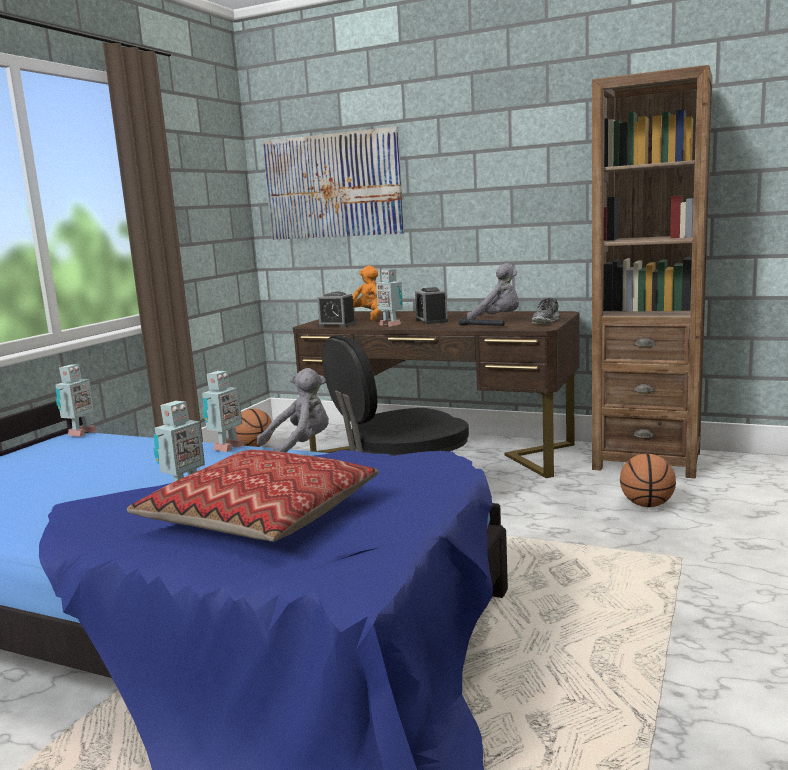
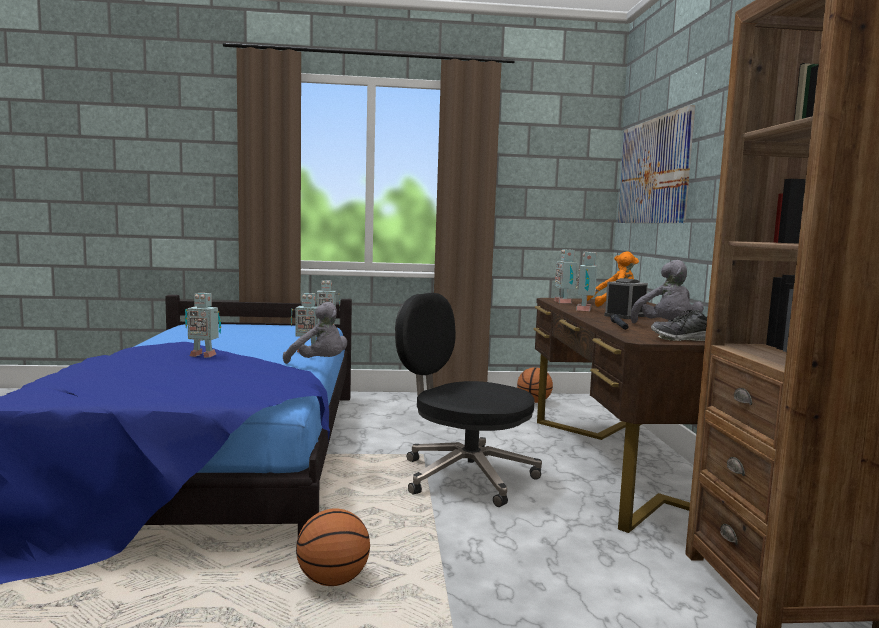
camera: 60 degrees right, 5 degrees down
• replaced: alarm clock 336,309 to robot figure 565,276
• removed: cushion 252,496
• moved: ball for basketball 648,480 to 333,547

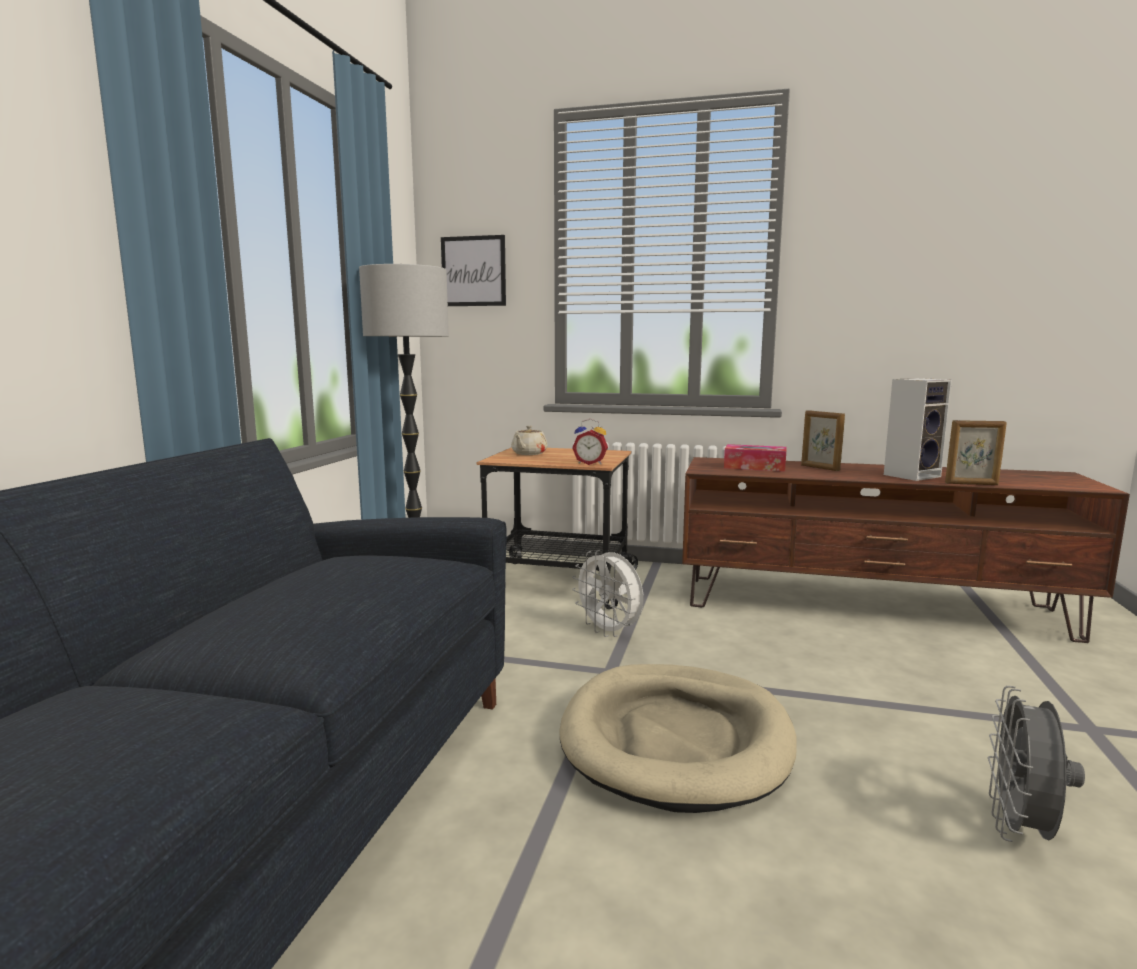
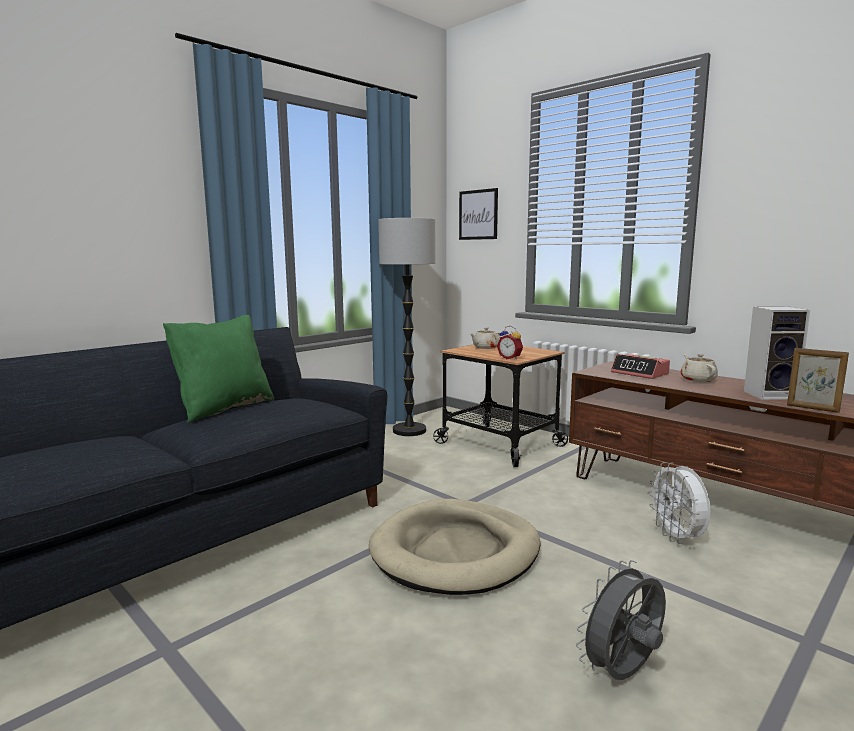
camera: 30 degrees right, 0 degrees up
• replaced: photo frame 823,440 to pot for tea (beige) 699,368
• replaced: tissue holder 755,458 to alarm clock 640,366
• moved: electric fan (whitish) 608,593 to 679,503
• added: cushion (green-coloured) 218,369

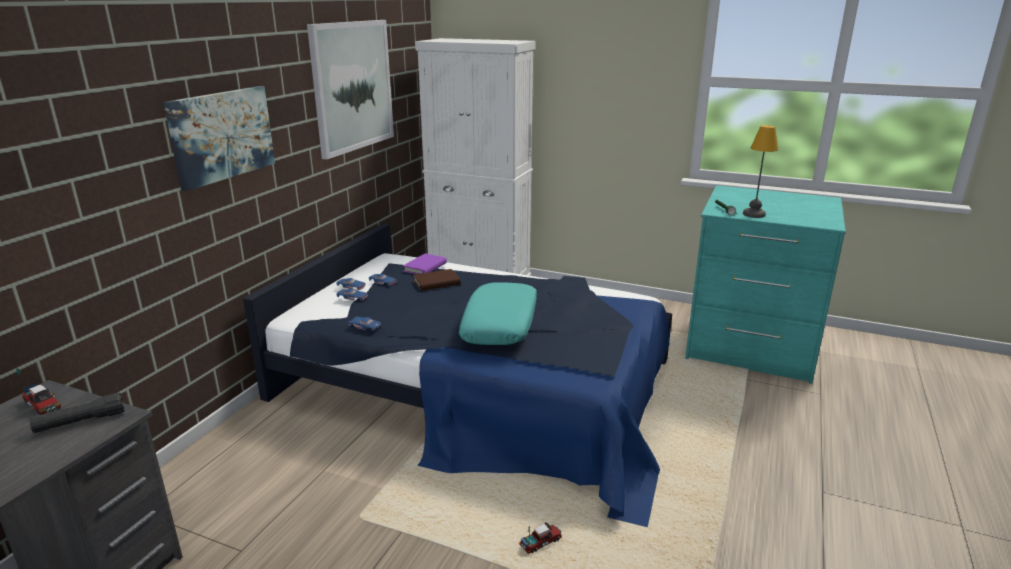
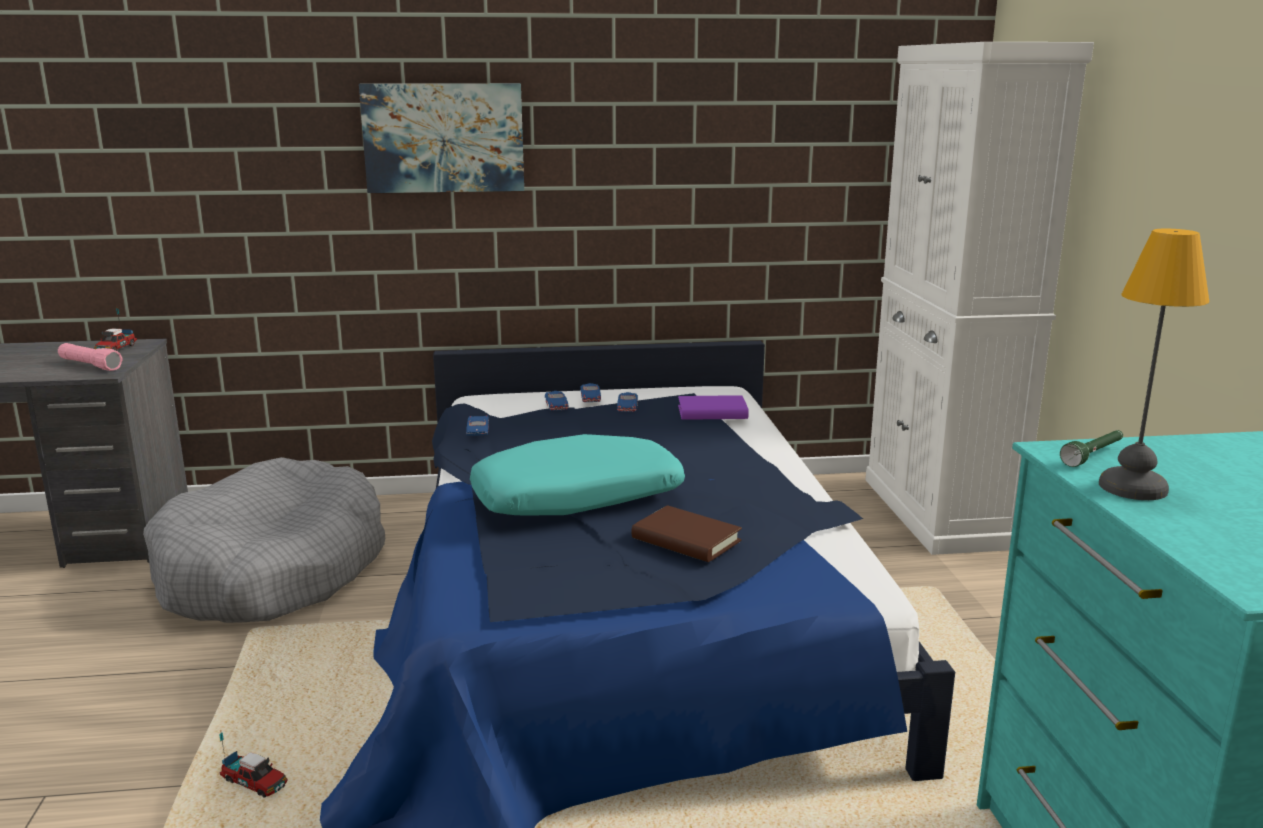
camera: 60 degrees right, 5 degrees down
• removed: wall picture 350,89
• moved: volume (brown-coloured) 437,280 to 686,533
• recoloured: torch (blackish) 77,413 to torch (pinkish) 90,357
• added: dog cushion (gray) 264,540

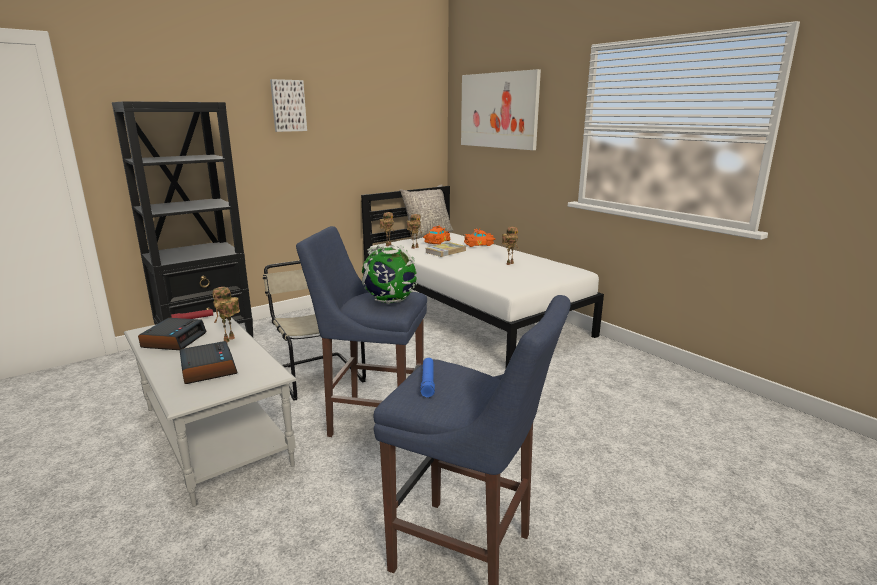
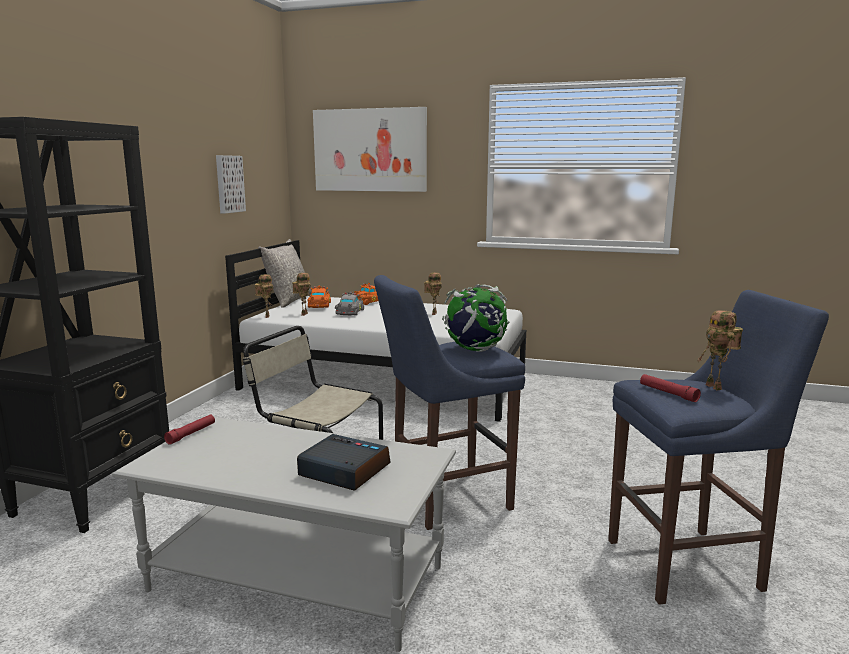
camera: 35 degrees left, 5 degrees down
• moved: wall picture 288,105 to 231,184
• replaced: volume 445,249 to model car (gray) 349,303
• moved: robot figure 226,314 to 720,350
• removed: alarm clock 172,334
• recoloured: torch (blue-coloured) 427,378 to torch (reddish) 670,388

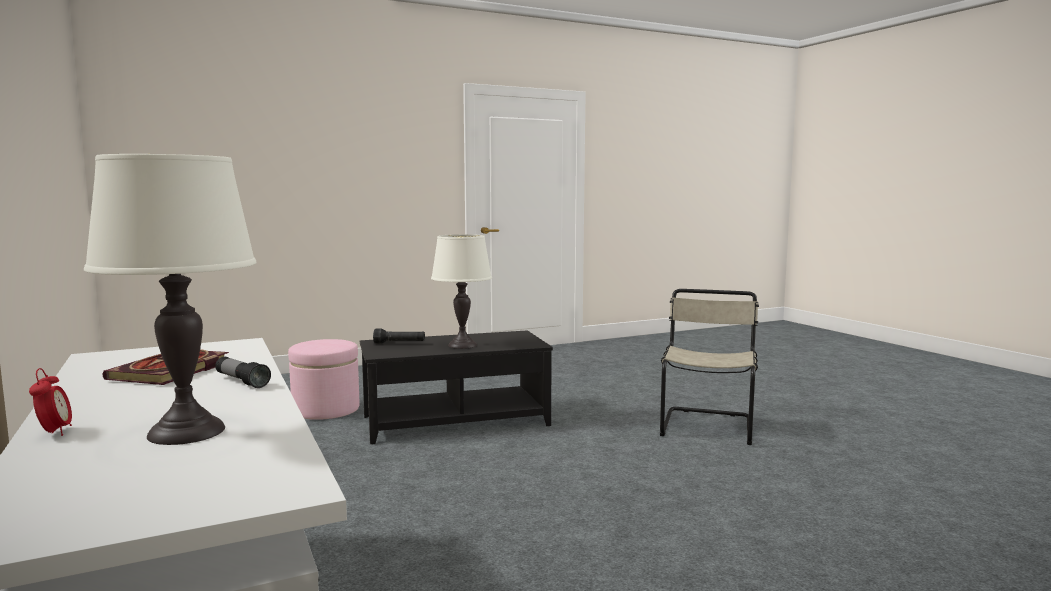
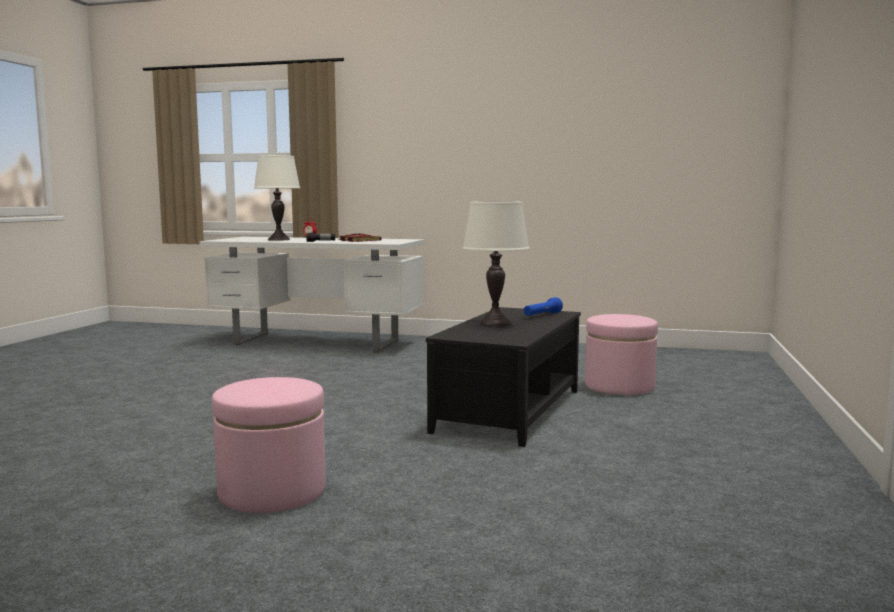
camera: 130 degrees right, 0 degrees up
• replaced: chair (beige) 709,367 to ottoman (pinkish) 269,445
• recoloured: torch (blackish) 399,336 to torch (blue-coloured) 543,306

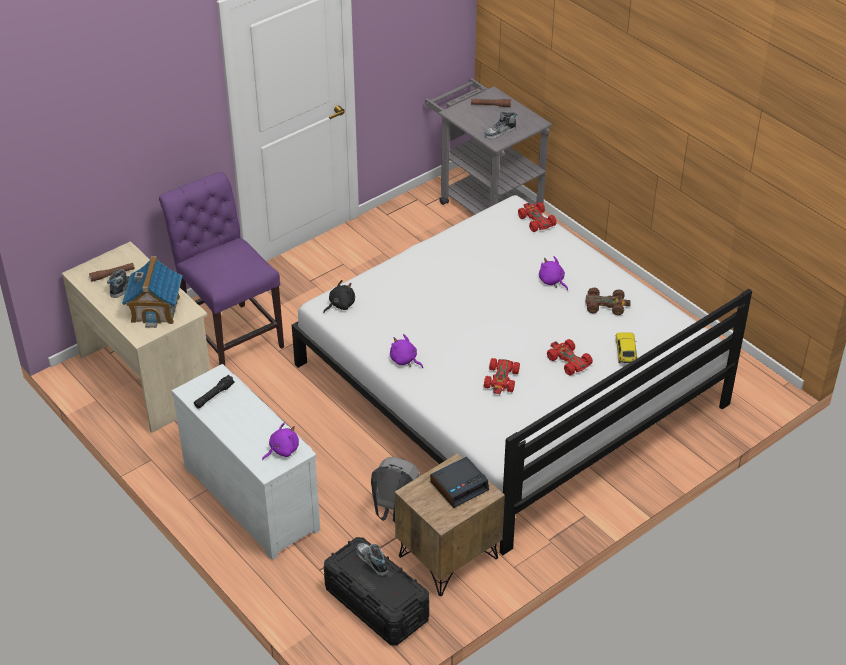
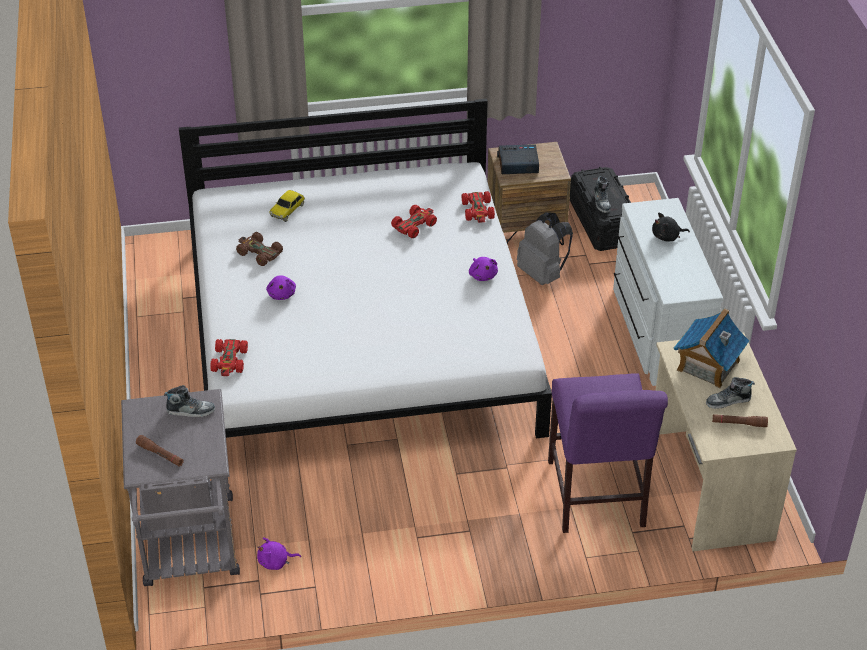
camera: 150 degrees left, 0 degrees up
• moved: cuddly toy (blackish) 339,296 to 671,227
• moved: model car (reddish) 570,357 to 478,207
• removed: torch (blackish) 214,392
• moved: cuddly toy (purplish) 280,441 to 279,553

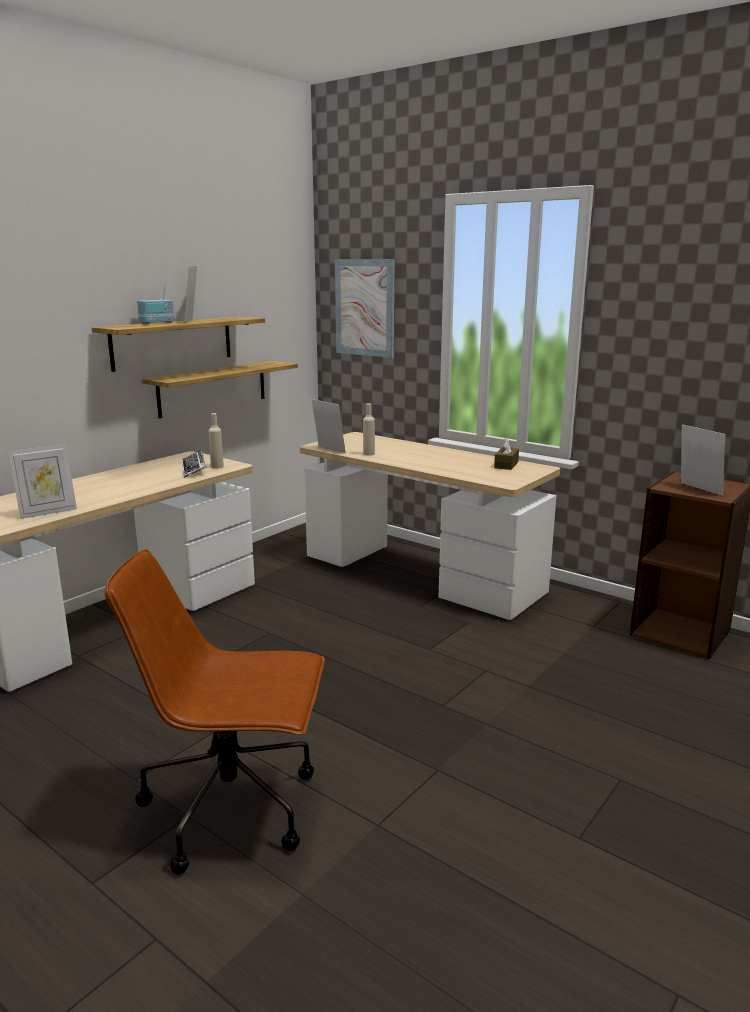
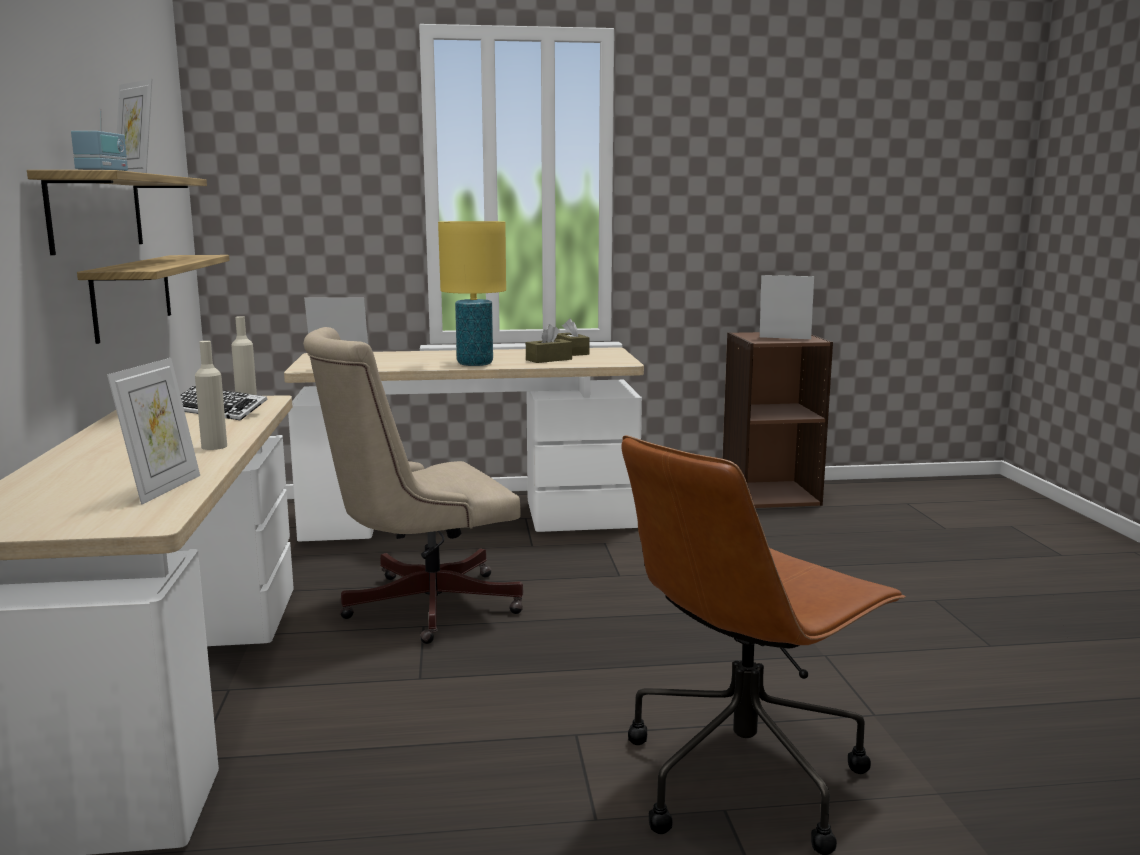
camera: 45 degrees left, 5 degrees down
• removed: wall picture 364,308
• moved: beverage bottle (beige) 369,429 to 211,395
• added: table lamp (yellow) 472,293
• added: tissue holder (brown-coloured) 549,343
• added: desk chair (beige) 413,485

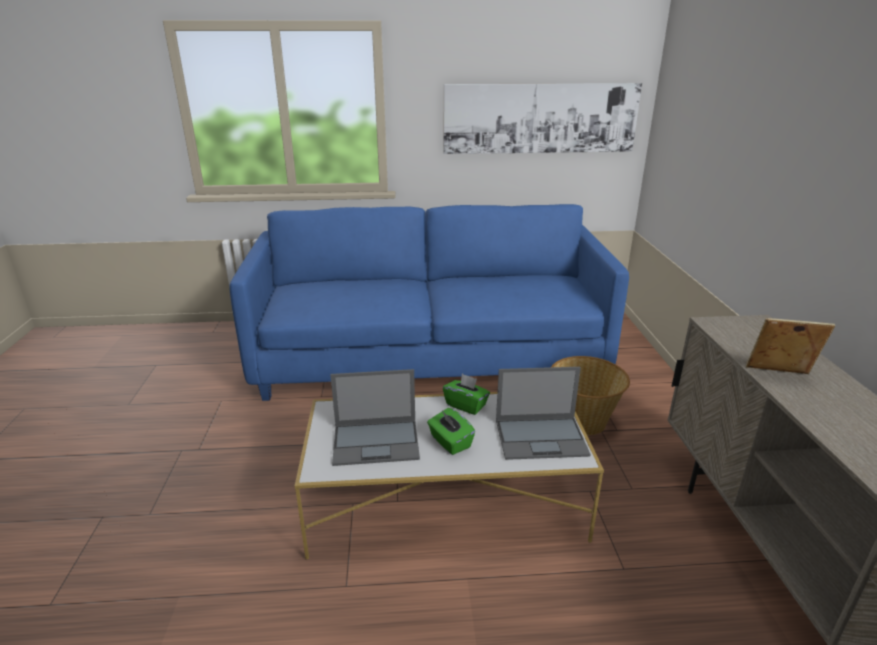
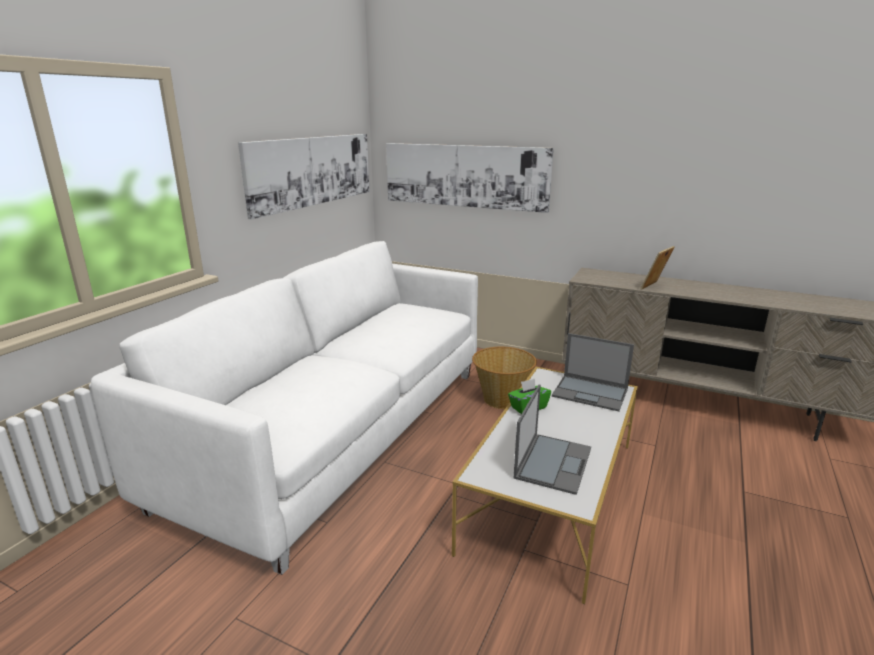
camera: 60 degrees left, 5 degrees down
• recoloured: settee (blue-coloured) 429,302 to settee (whitish) 284,408
• turned: notebook computer 543,413 = 593,372 90 degrees clockwise
• removed: tissue holder (green-coloured) 451,431
• added: wall picture 470,178

